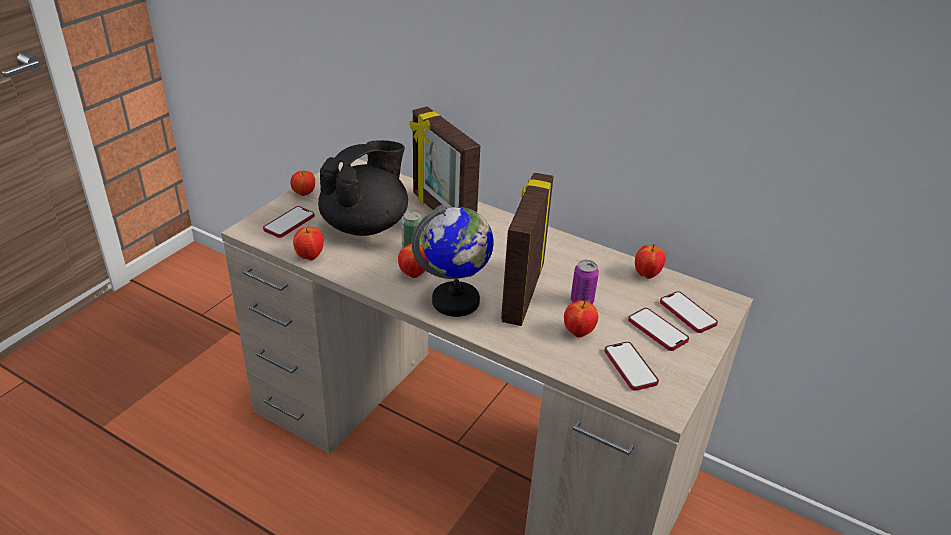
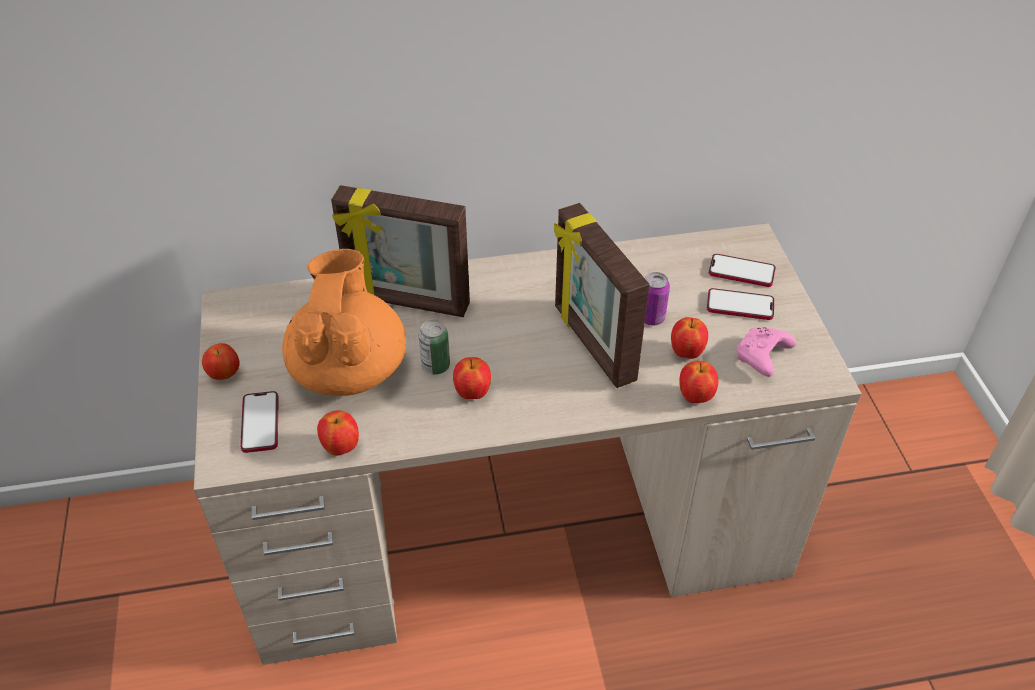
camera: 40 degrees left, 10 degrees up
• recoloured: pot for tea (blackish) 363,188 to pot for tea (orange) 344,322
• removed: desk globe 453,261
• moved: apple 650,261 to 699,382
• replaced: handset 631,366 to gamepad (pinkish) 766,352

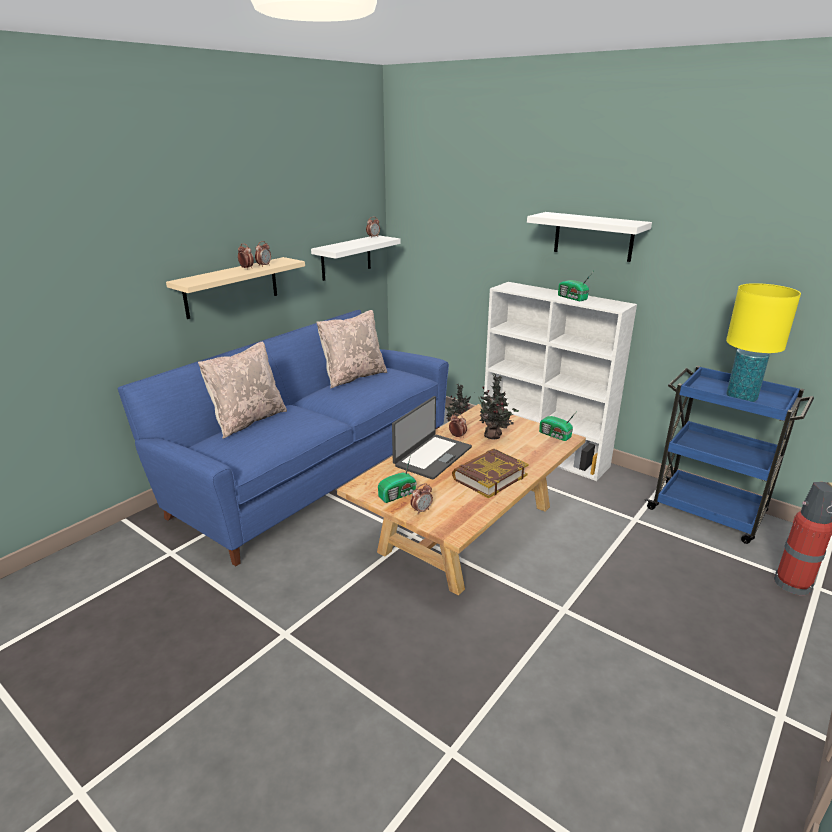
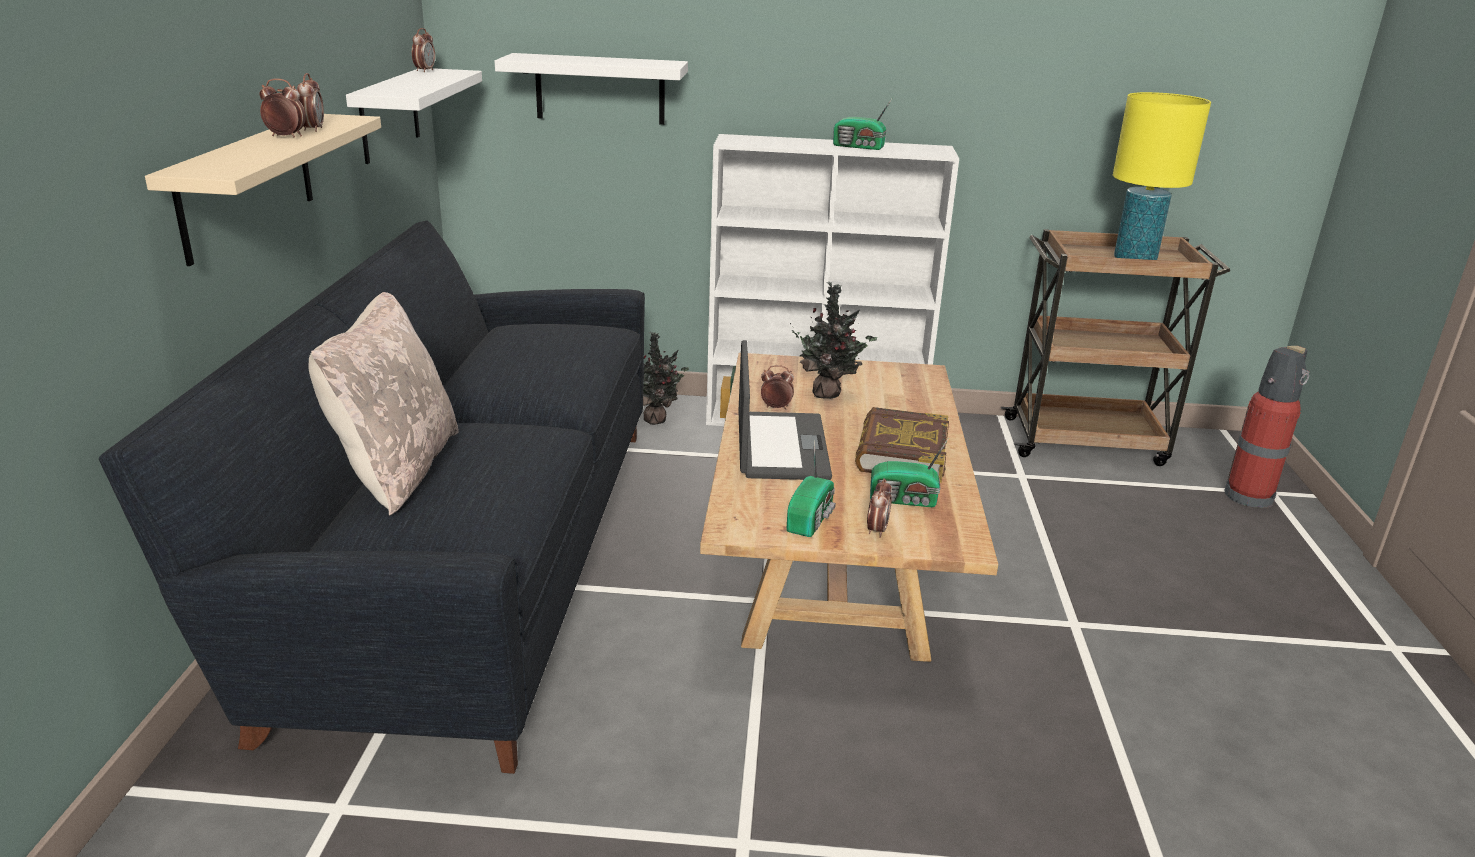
camera: 35 degrees left, 0 degrees up
• moved: bracket shelf (whitish) 589,237 to 591,89
• recoloured: settee (blue-coloured) 283,438 to settee (blackish) 372,497
• removed: cushion (beige) 351,349
• recoloured: trolley (blue-coloured) 729,455 to trolley (brown-coloured) 1115,347
• moved: radio receiver 558,425 to 909,472

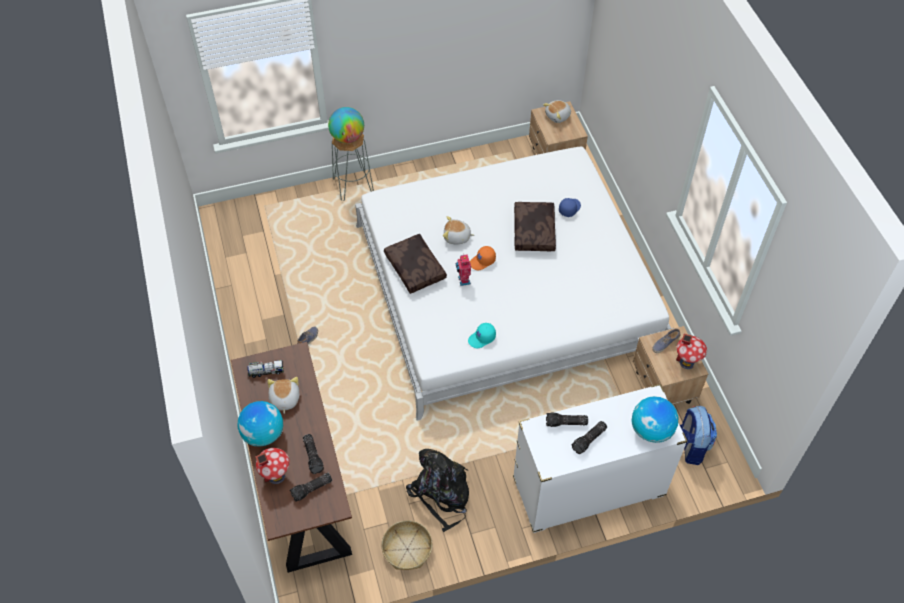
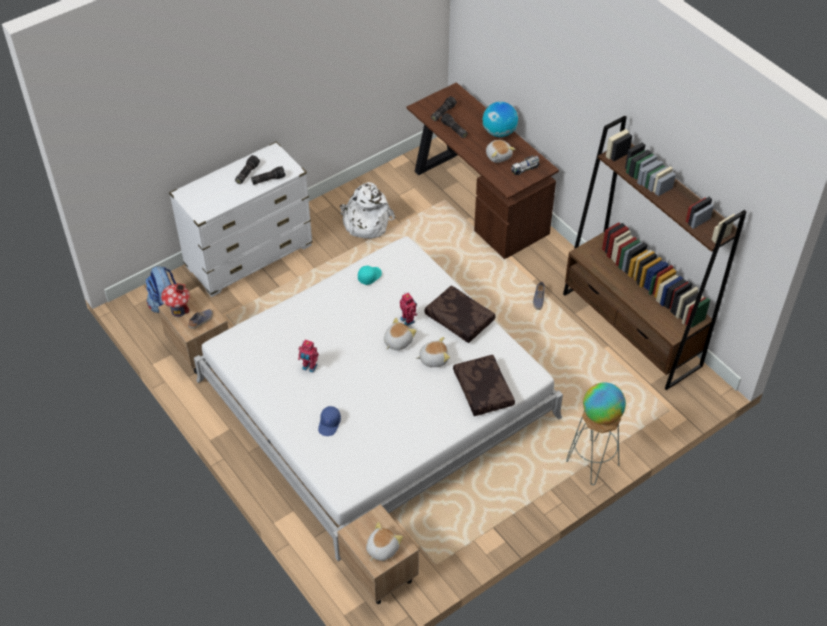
camera: 160 degrees right, 5 degrees down
• moved: cushion (brown-coloured) 535,226 to 484,385
• replaced: peaked cap (orange) 483,258 to cuddly toy 400,334
• removed: desk globe 654,419
• removed: model house 272,466
• recoloured: backpack (blackish) 437,490 to backpack (whitish) 367,210
• removed: household basket 407,545
• added: shelving unit (brown-coloured) 655,253
• added: robot figure 308,356

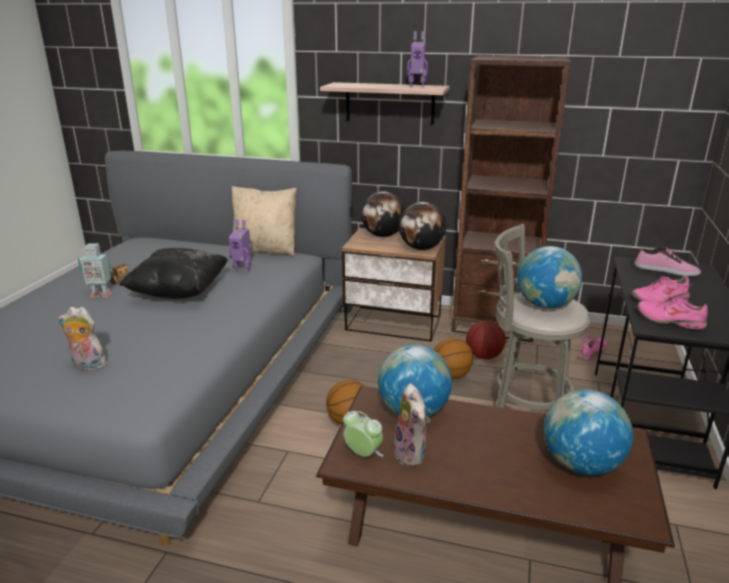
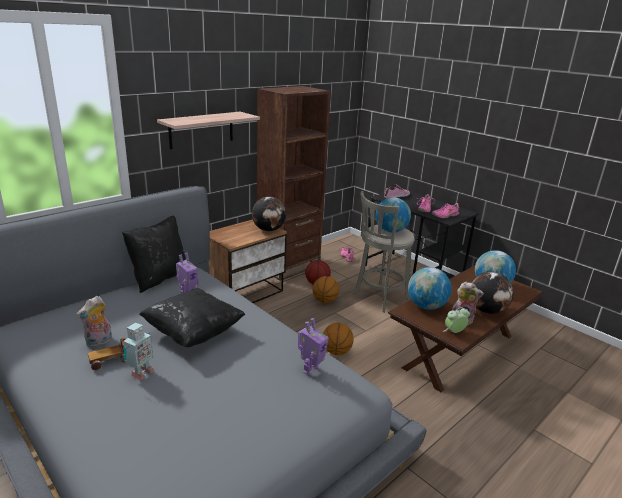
camera: 60 degrees left, 0 degrees up
• moved: robot figure 417,59 to 313,347
• recoloured: cushion (beige) 264,221 to cushion (blackish) 154,254
• moved: desk globe 383,214 to 492,293
• moved: cuddly toy 82,339 to 94,322

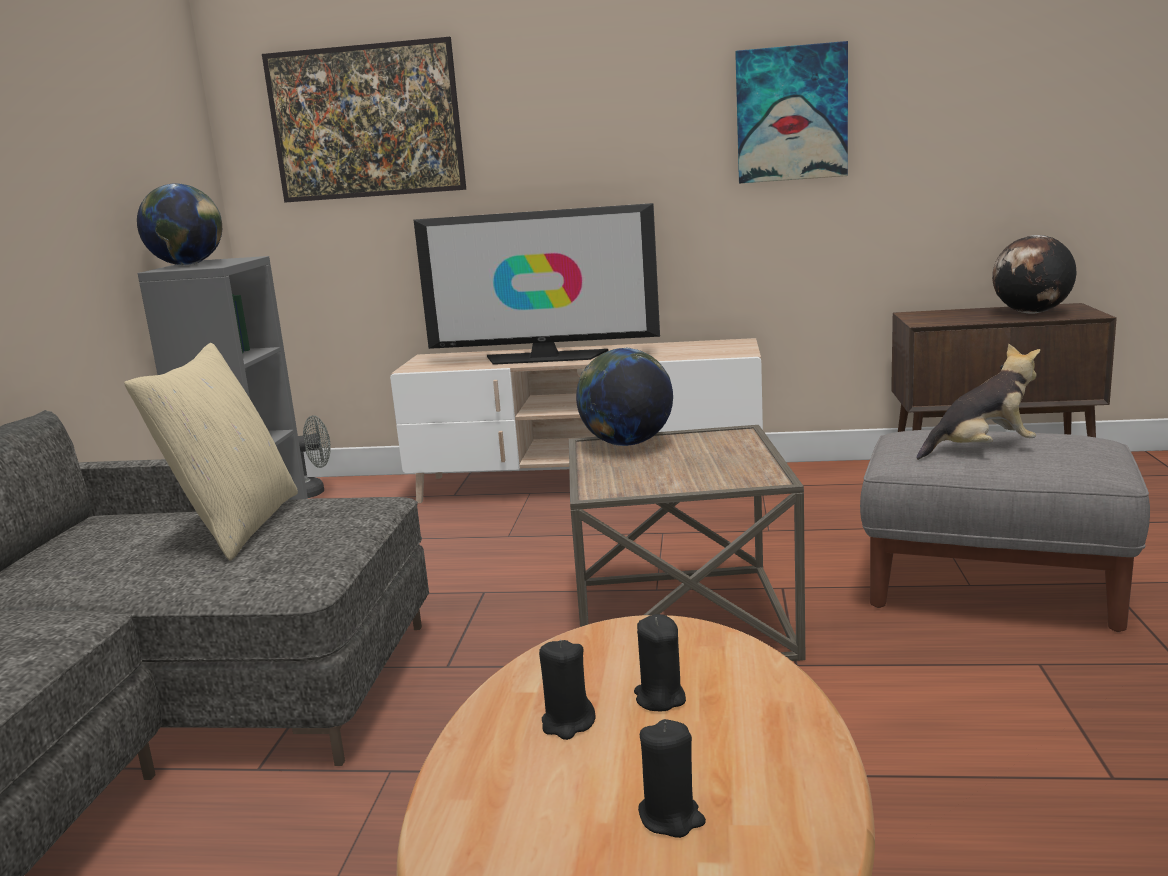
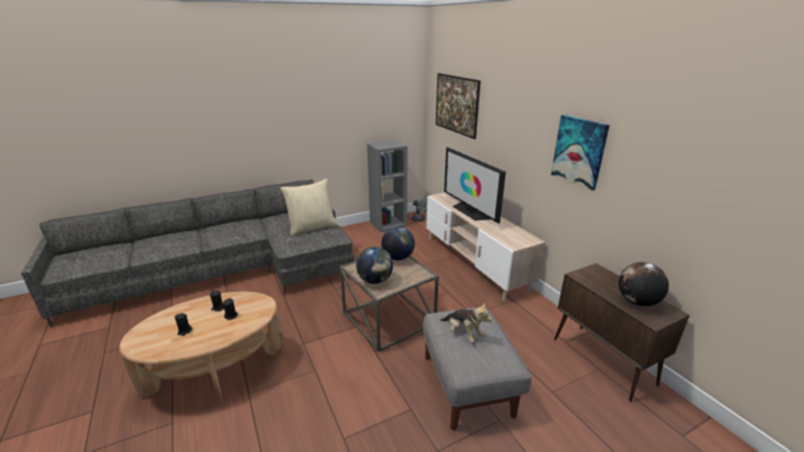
camera: 55 degrees right, 10 degrees up
• moved: desk globe 179,224 to 374,265

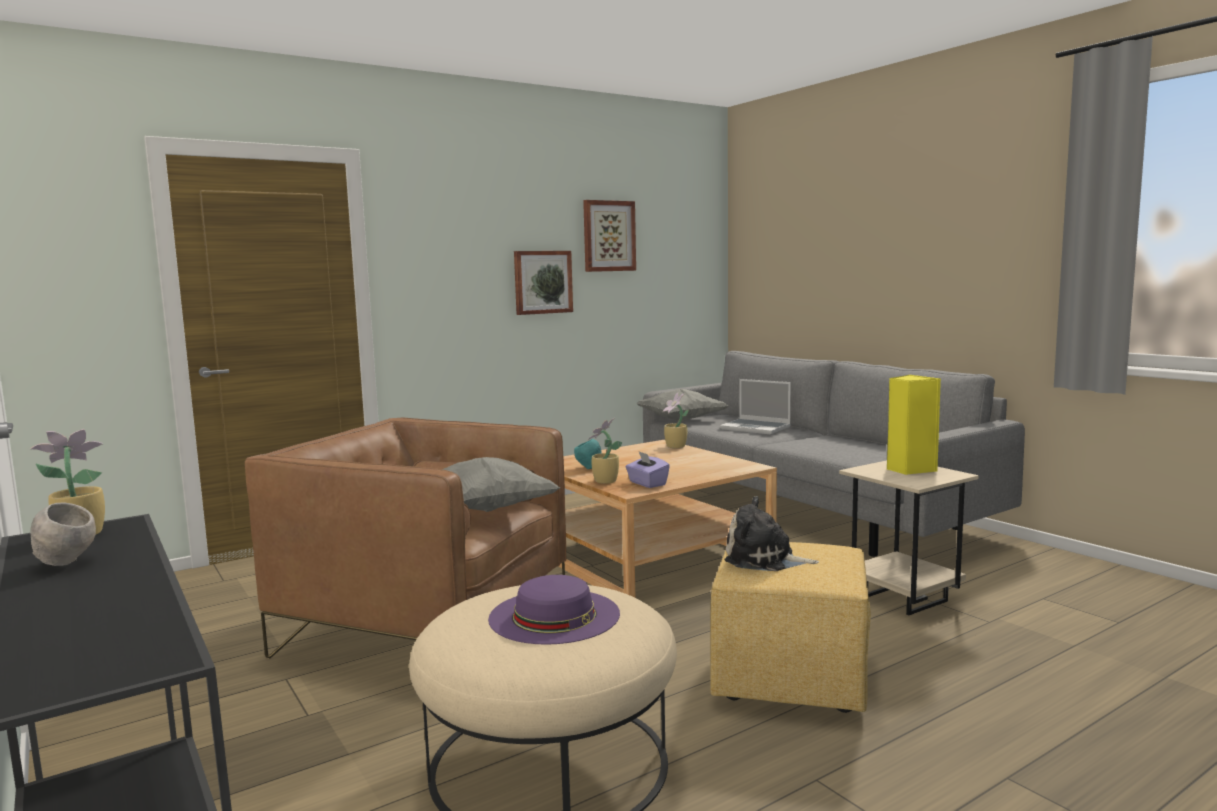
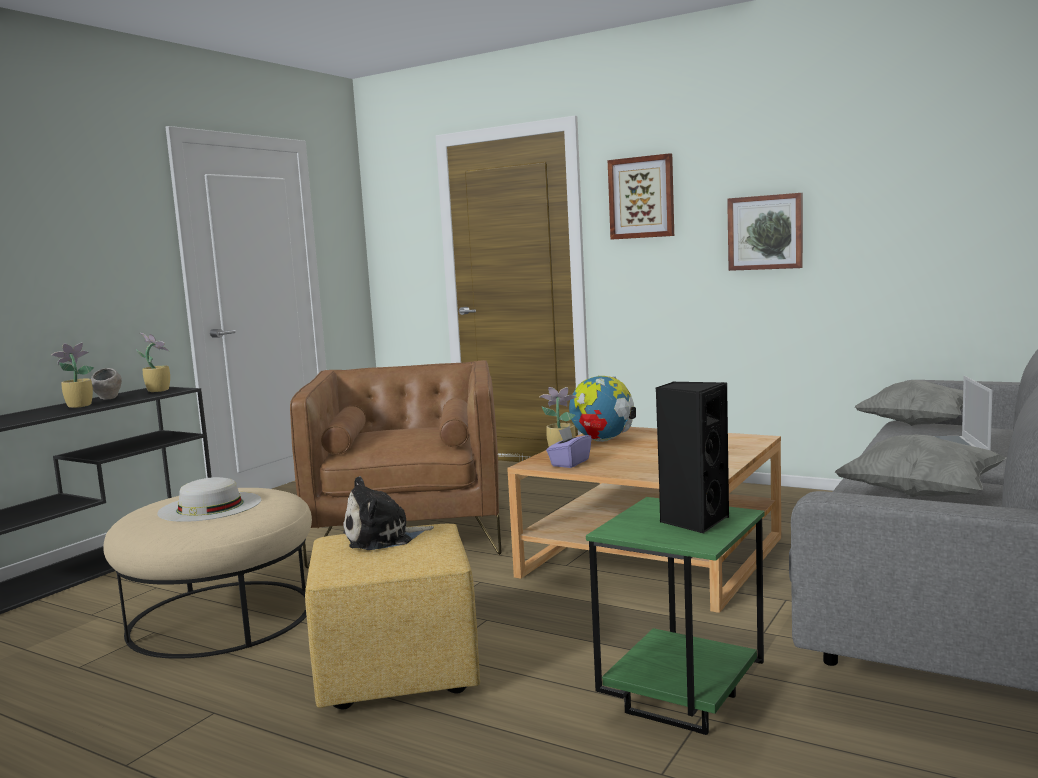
camera: 65 degrees right, 0 degrees up
• moved: wall picture 609,236 to 641,196
• recoloured: loudspeaker (yellow) 914,425 to loudspeaker (blackish) 692,458
• moved: potted plant 675,420 to 73,375
• replaced: deep dish (turquoise) 588,454 to desk globe 602,409
• moved: cushion (gray) 501,484 to 920,465
• recoloured: end table (beige) 909,537 to end table (green-coloured) 675,616
• turned: cuddly toy 772,533 = 388,513 105 degrees counterclockwise
• recoloured: wearable hat (purplish) 554,610 to wearable hat (whitish) 209,499

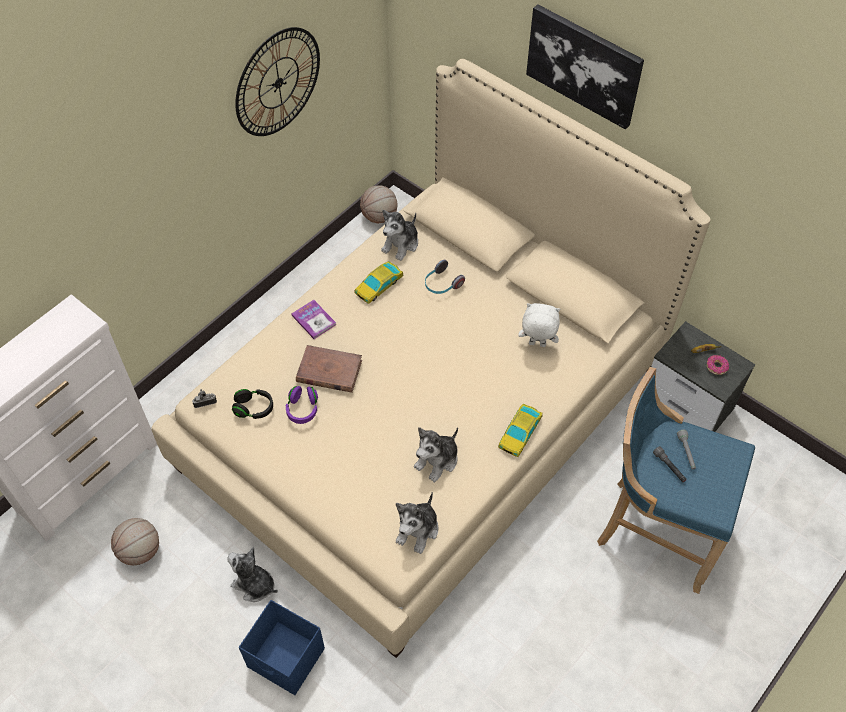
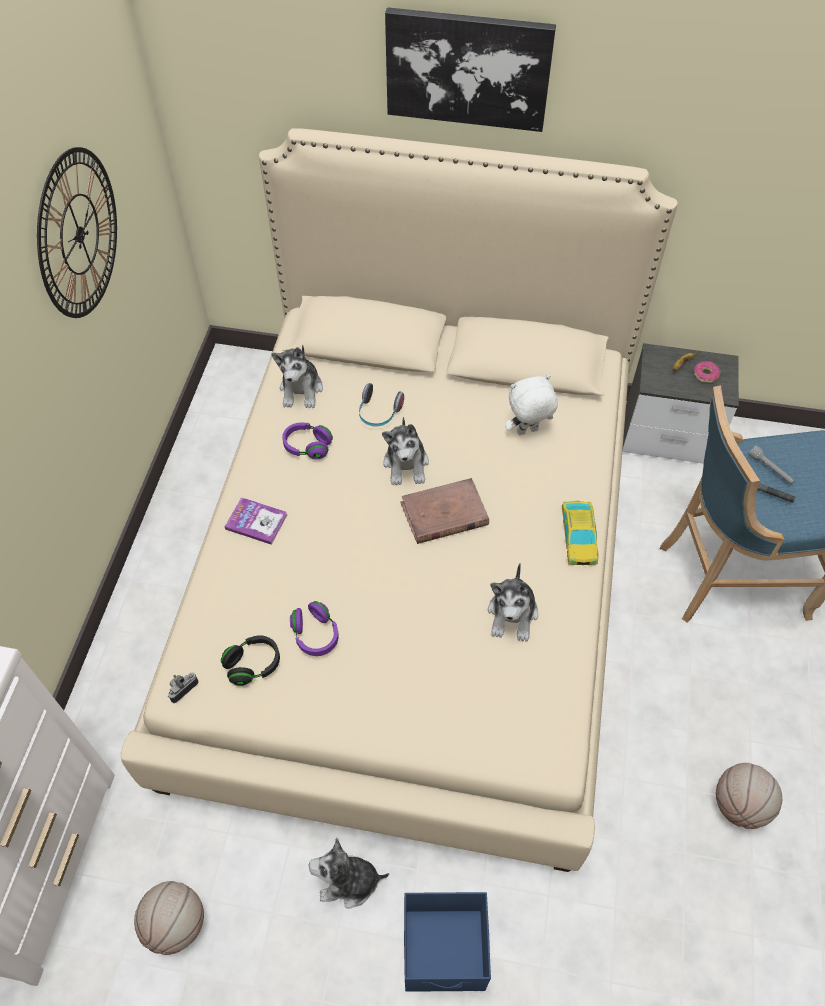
camera: 30 degrees left, 0 degrees up
• moved: ball for basketball 379,204 to 749,796
• replaced: model car 379,282 to headphones (purplish) 307,441
• moved: volume (brown-coloured) 329,369 to 444,511
• moved: cuddly toy 417,523 to 405,451

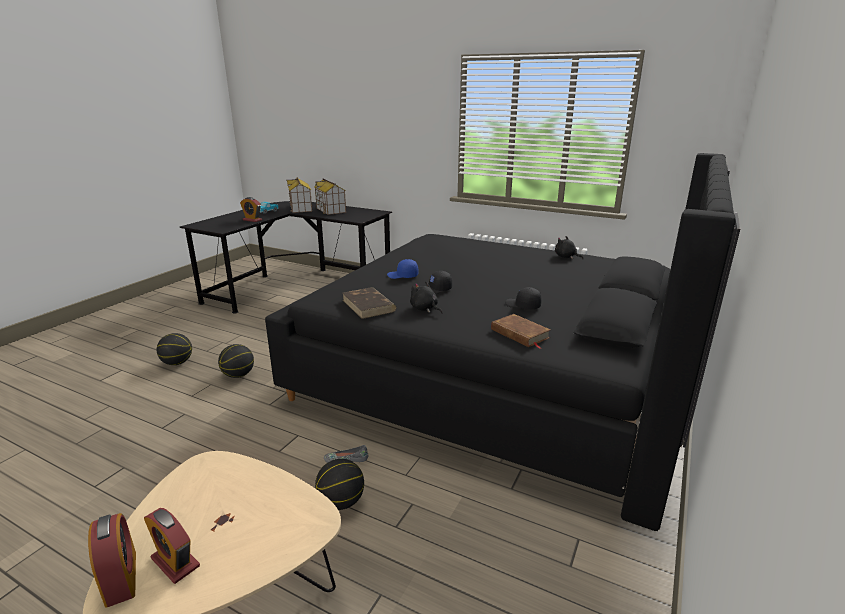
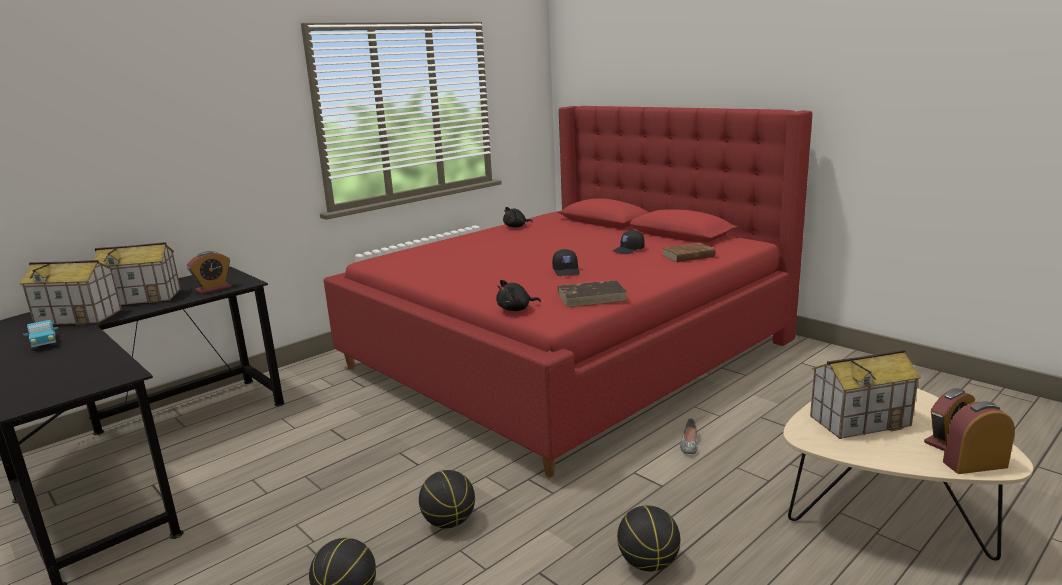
camera: 70 degrees left, 5 degrees down
• recoloured: sleeping bed (blackish) 502,342 to sleeping bed (reddish) 568,292
• moved: alarm clock 251,209 to 209,272
• removed: peaked cap (blue-coloured) 402,269
• moved: cuddly toy (blackish) 426,297 to 518,295
• moved: ball for basketball 339,484 to 648,538
• added: model house 865,394

